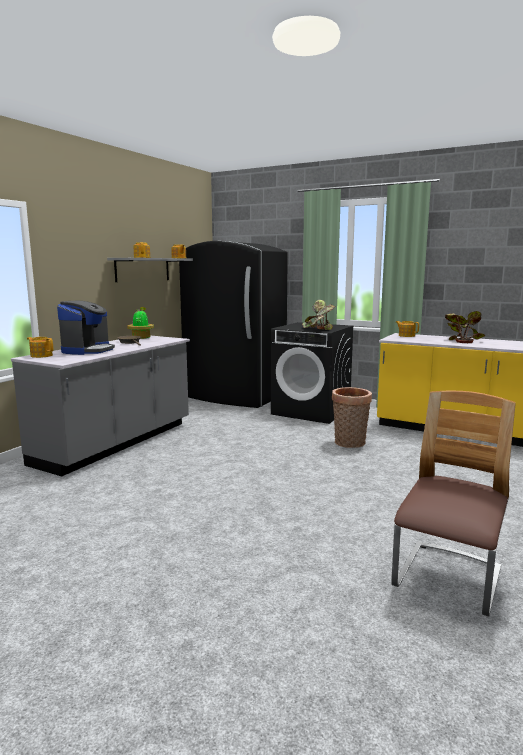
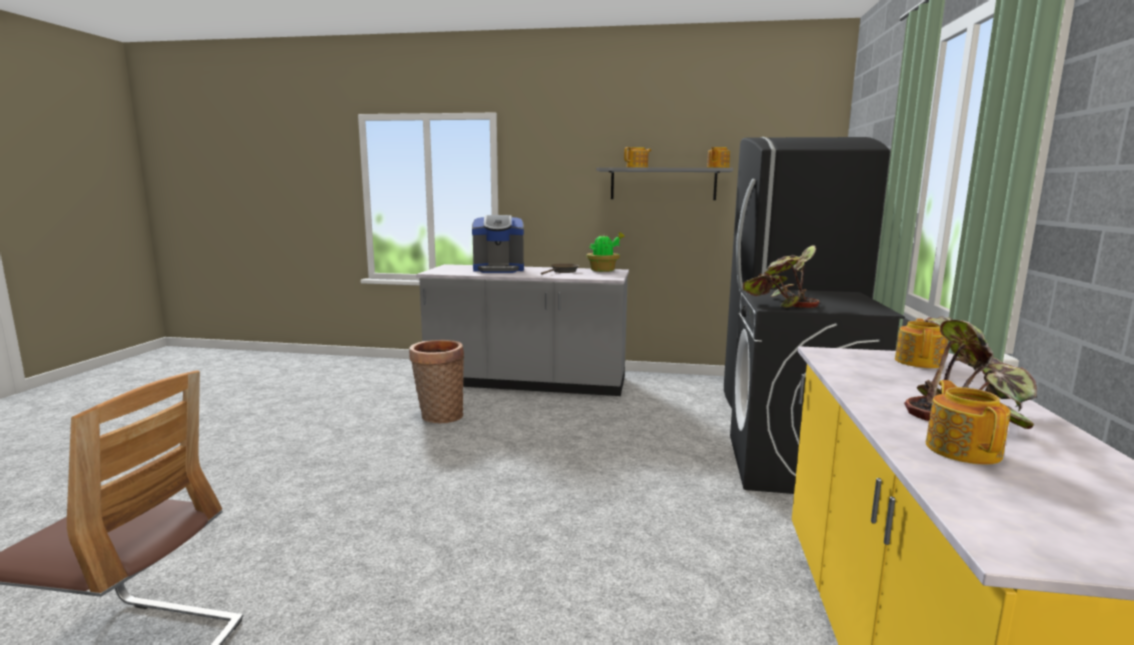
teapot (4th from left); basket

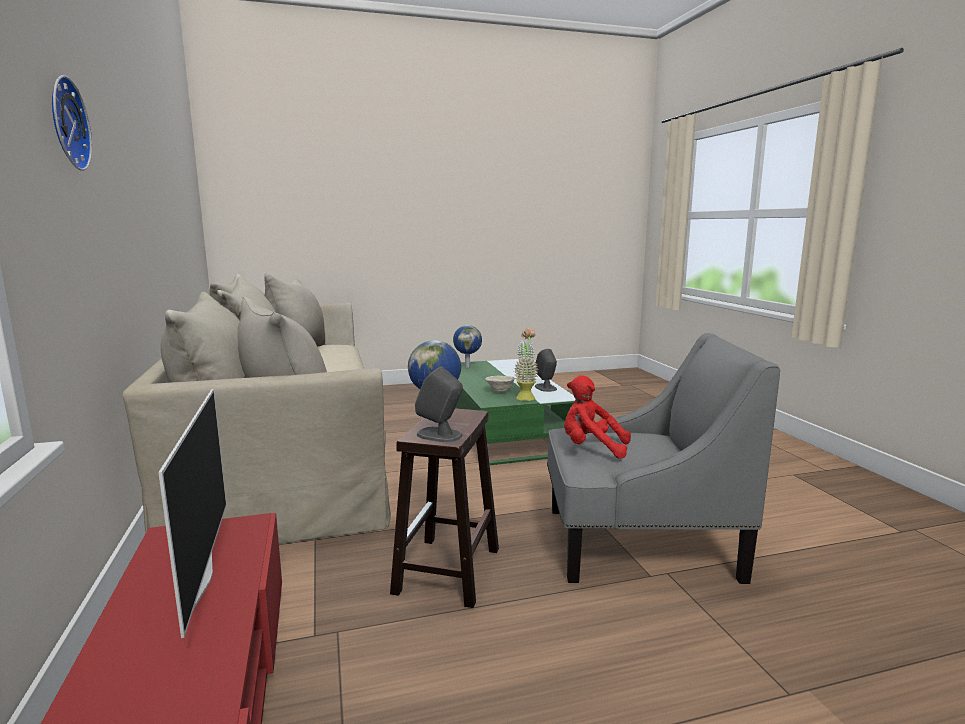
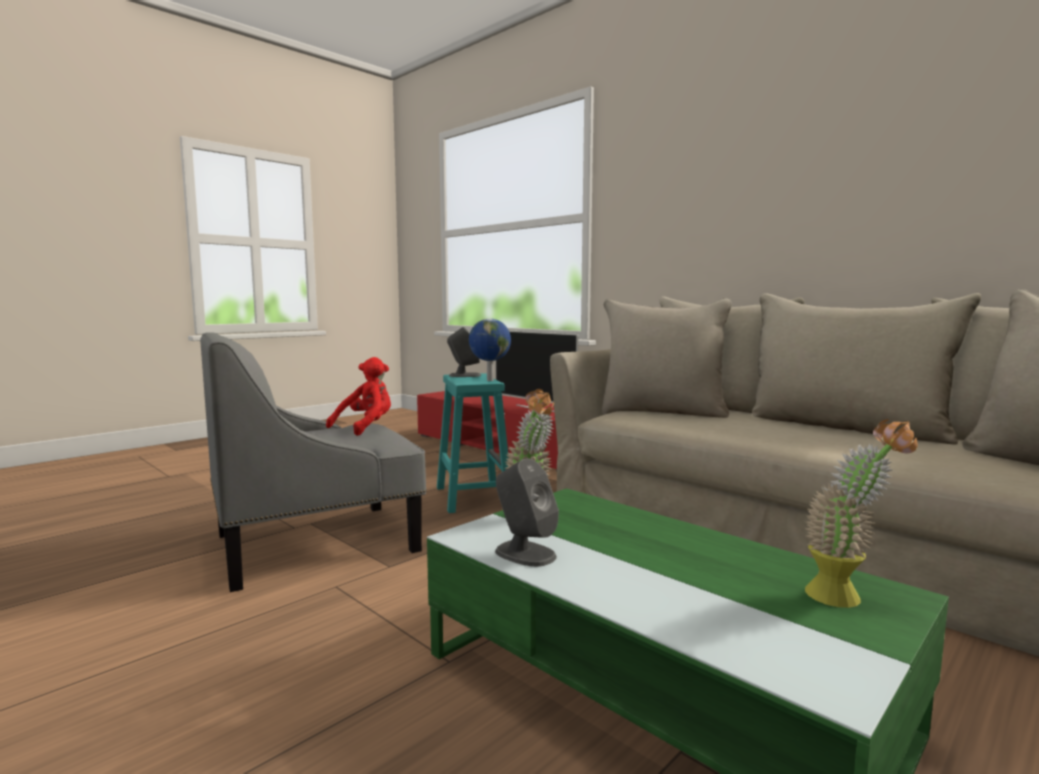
clock on the wall; sand-coloured deep dish; houseplant (2nd from left); blue-green stool seat; red cuddly toy

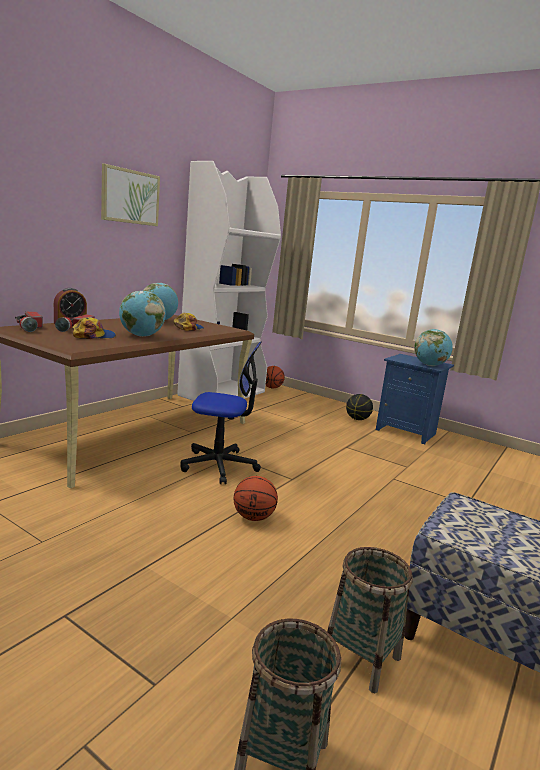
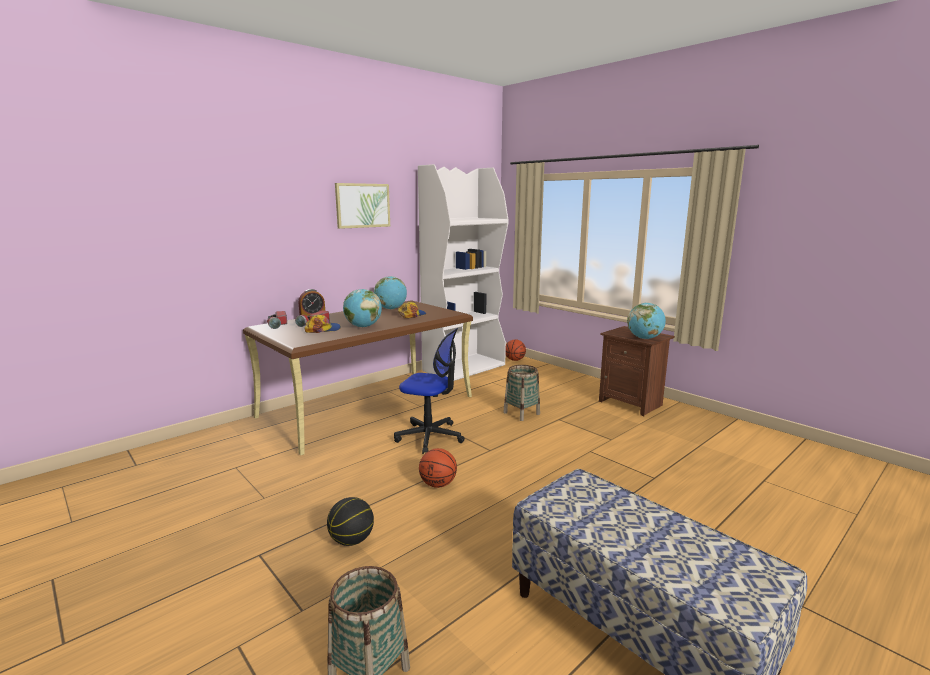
basket (2nd from left); basketball (1st from left); brown bedside table

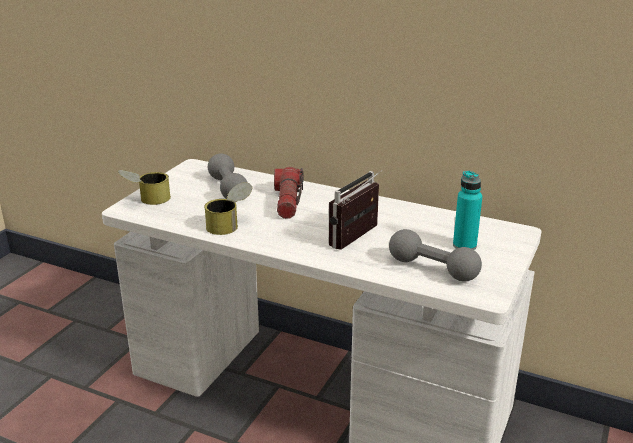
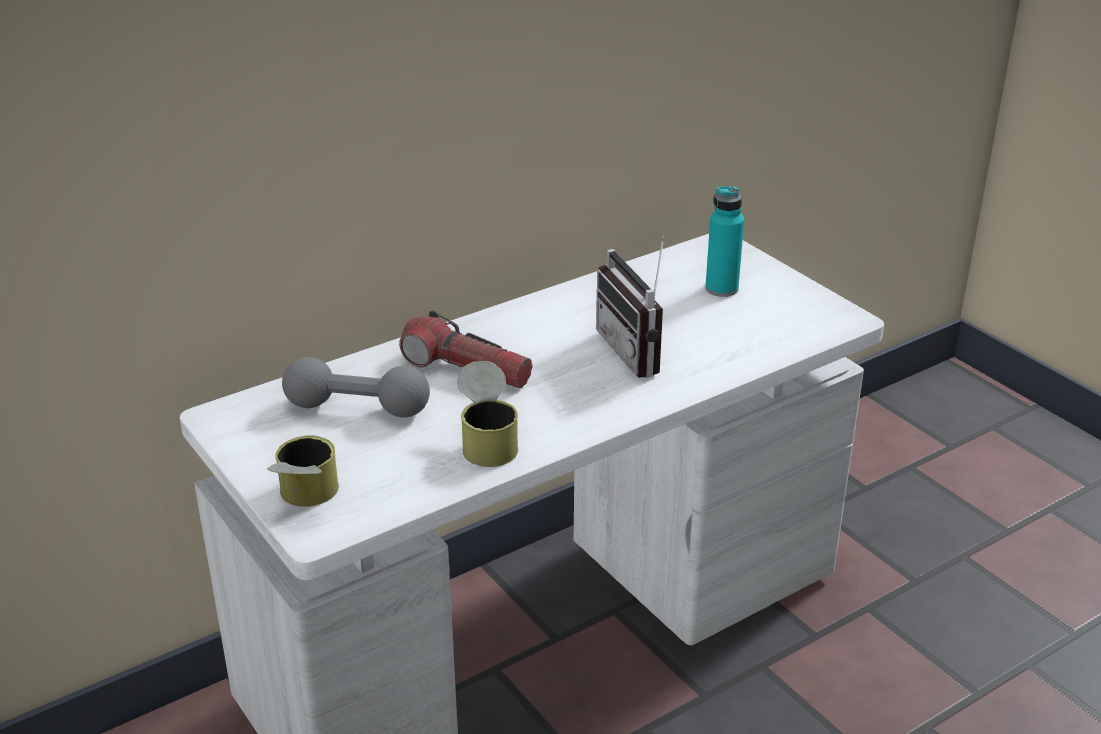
greyish hand weight (2nd from left in the first image)

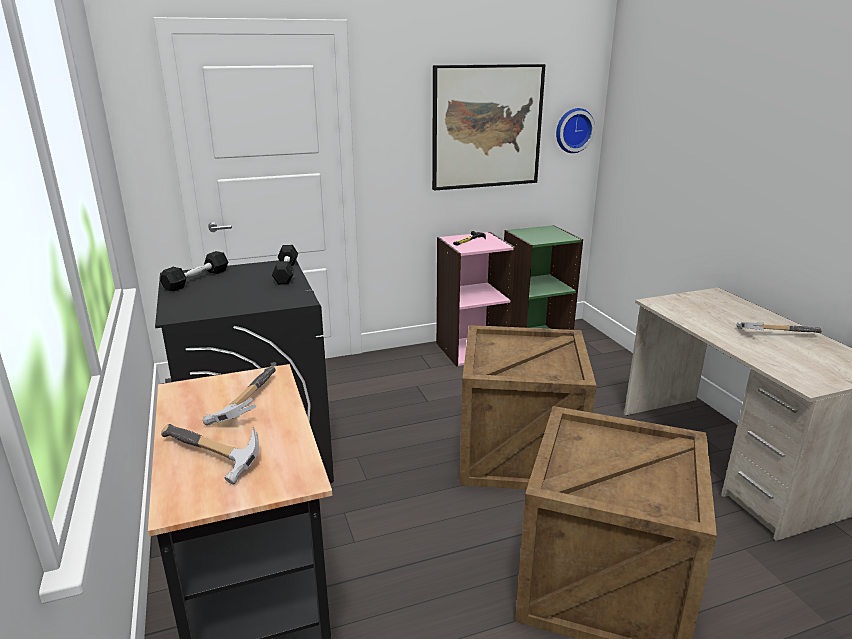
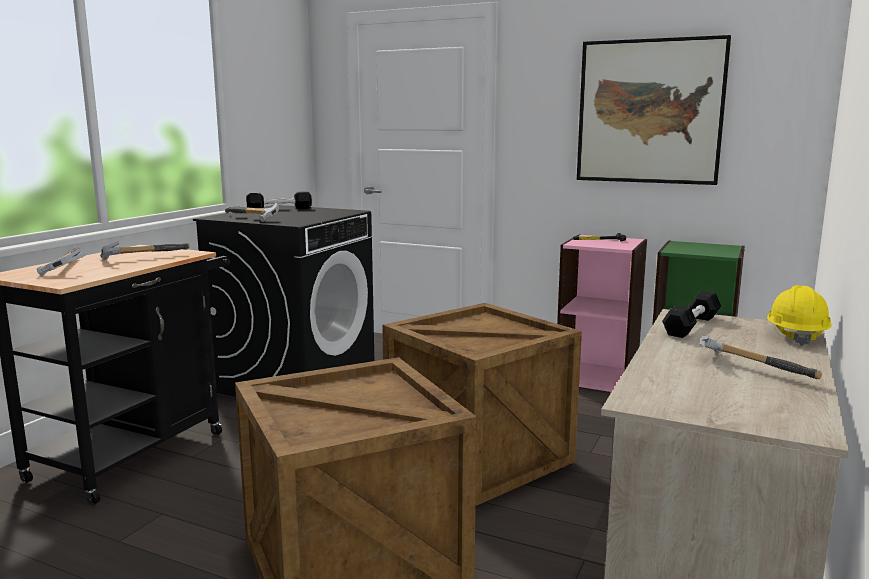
clock on the wall; tool hammer (3rd from left); yellowish hard hat; black-coloured hand weight (2nd from left)

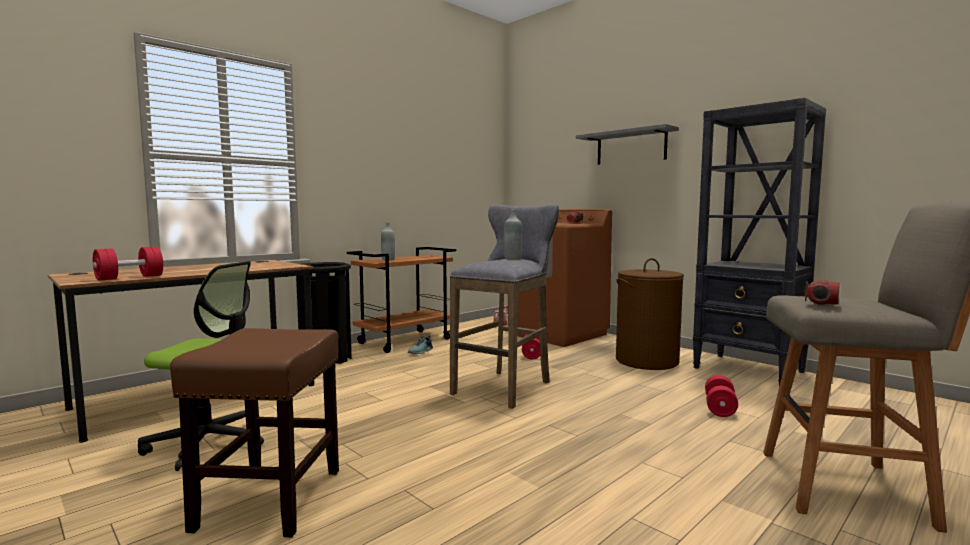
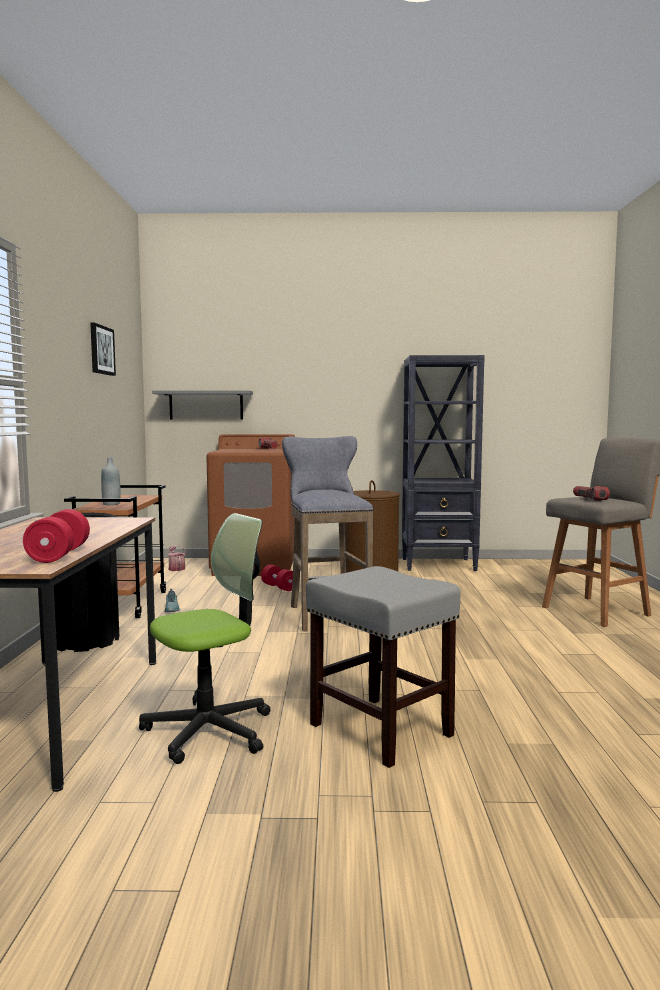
greyish bottle (2nd from left in the first image); red hand weight (3rd from left in the first image); picture; greyish wall shelf; greyish stool seat (2nd from left)

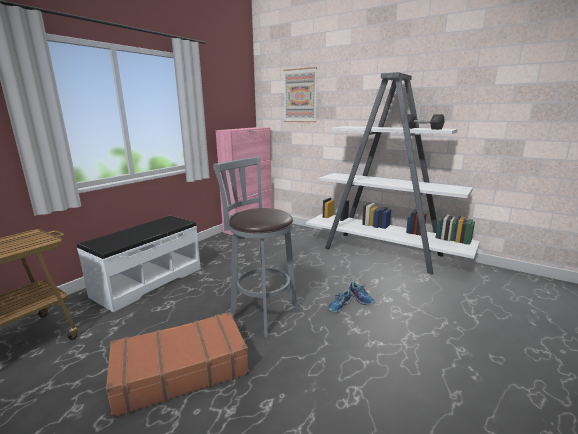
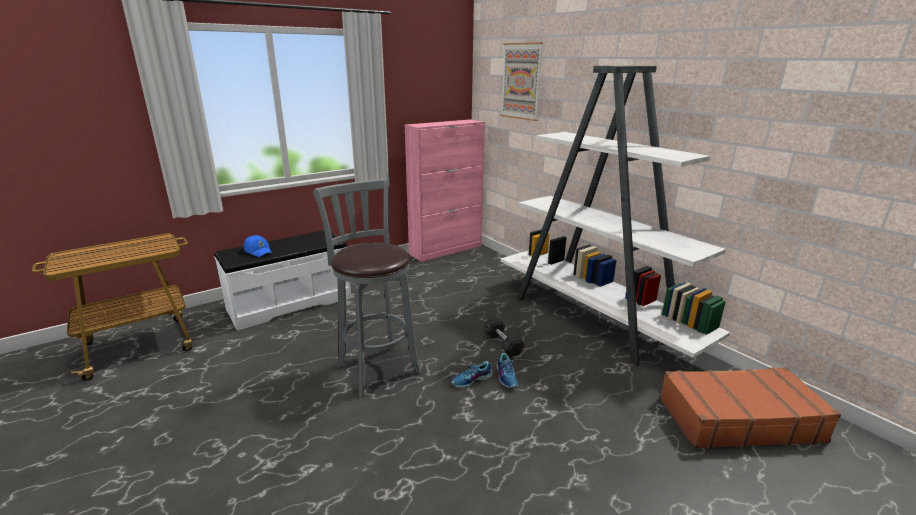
bluish cap; brown suitcase; greyish hand weight

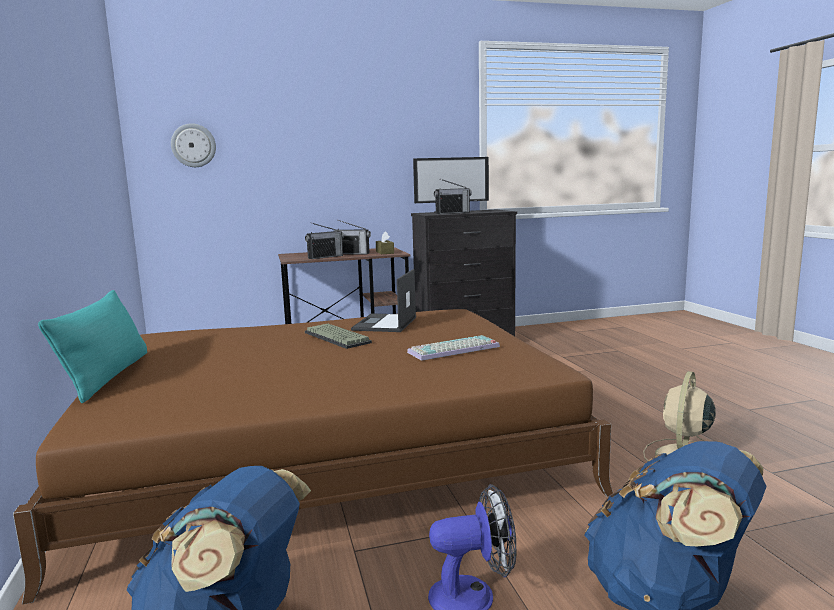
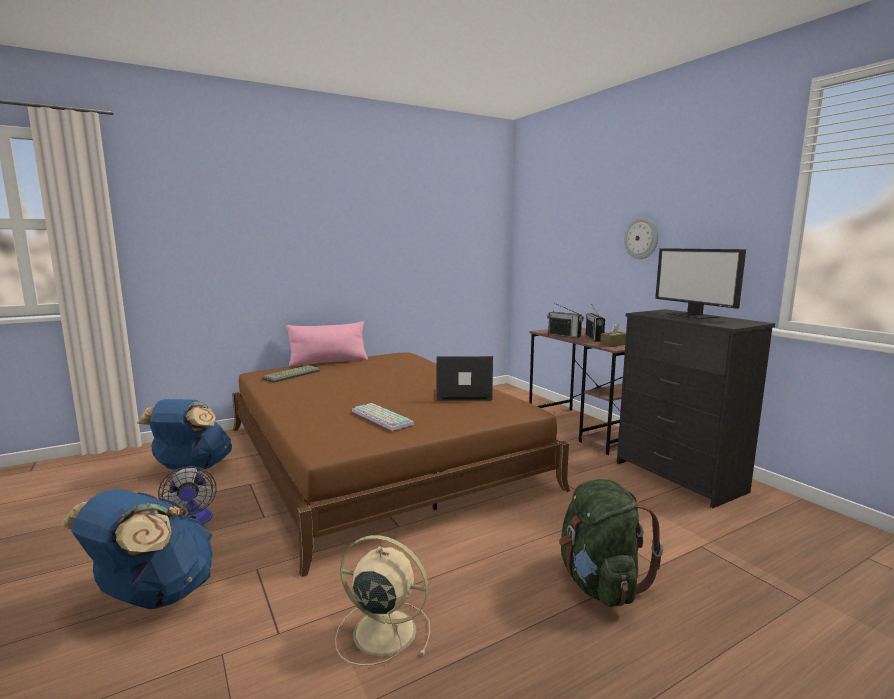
radio set (3rd from left in the first image); greenish backpack; clock on the wall; keyboard (1st from left); pinkish throw pillow

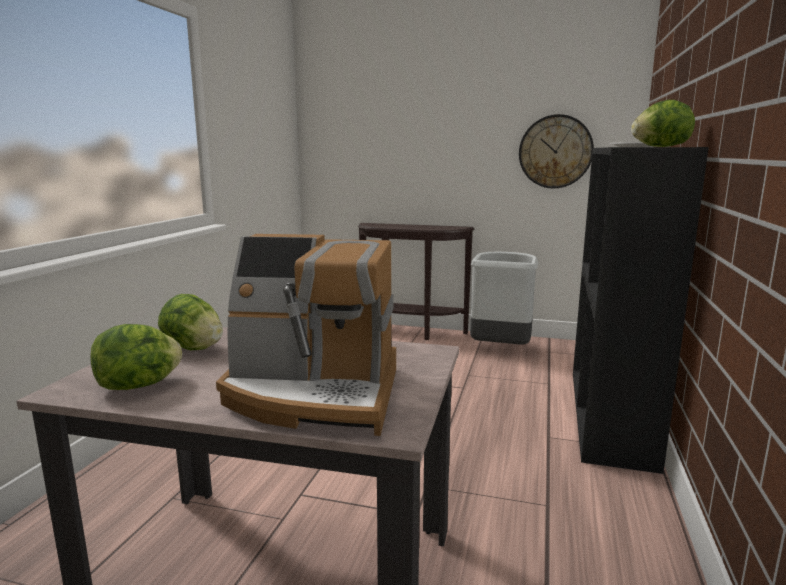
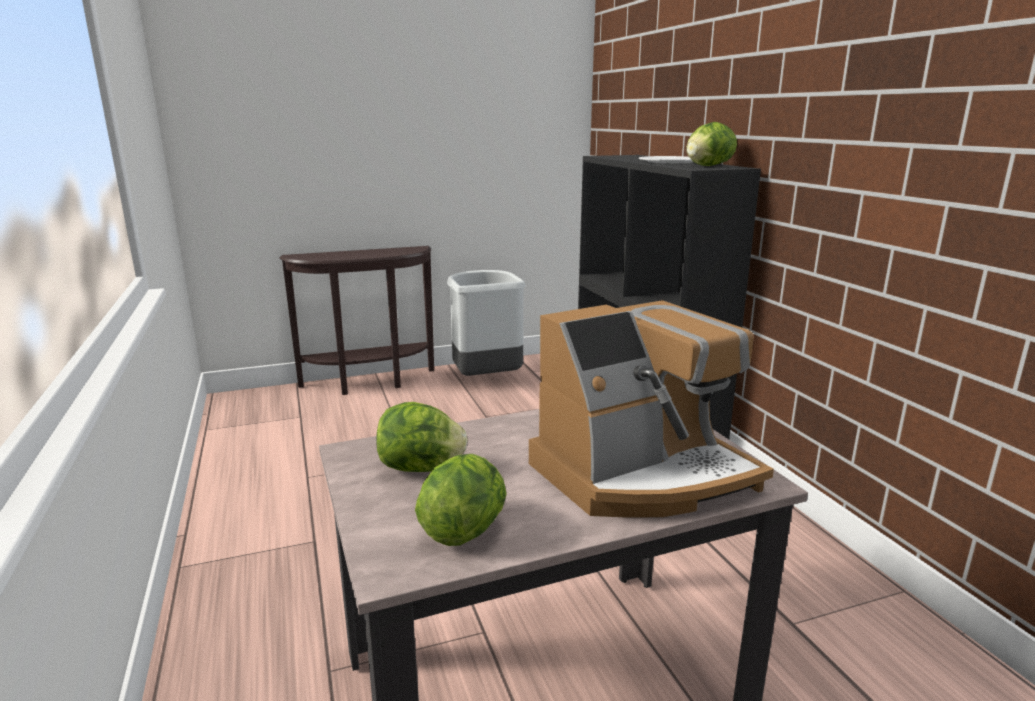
clock on the wall

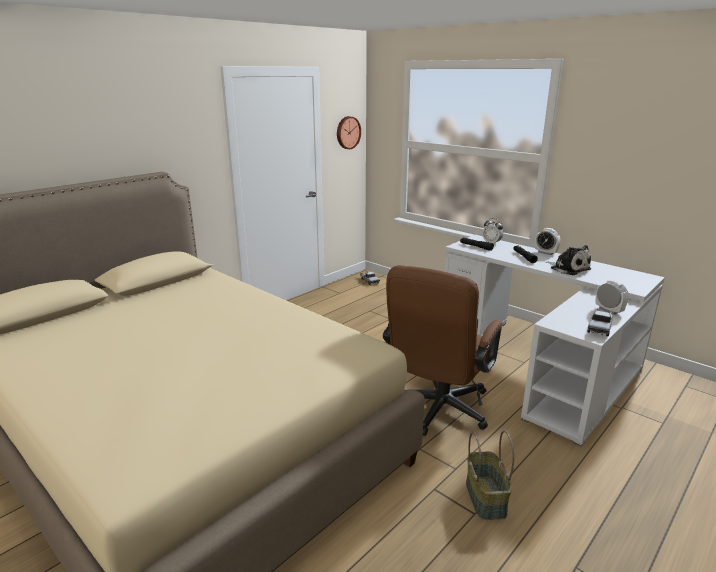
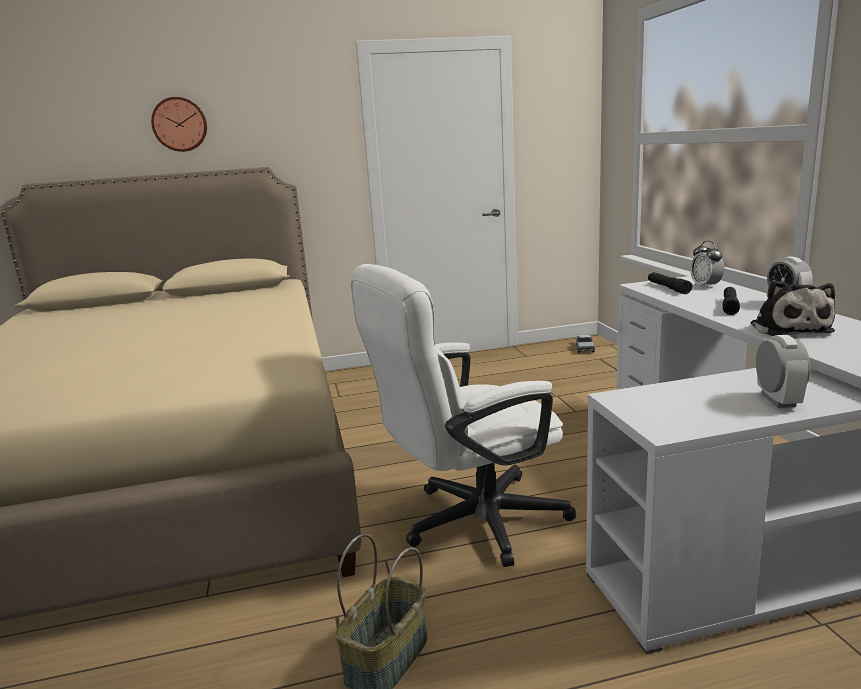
model truck (2nd from left in the first image); clock on the wall; white-coloured desk chair

